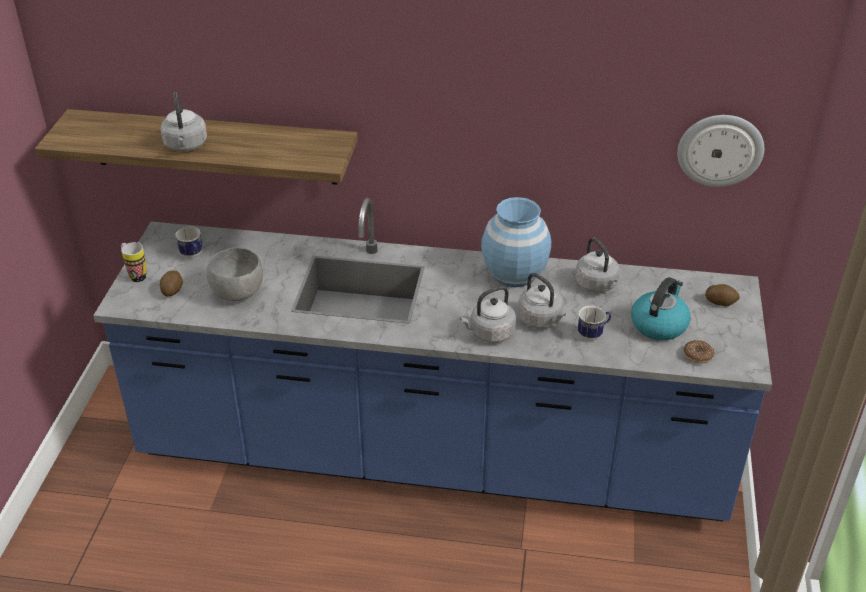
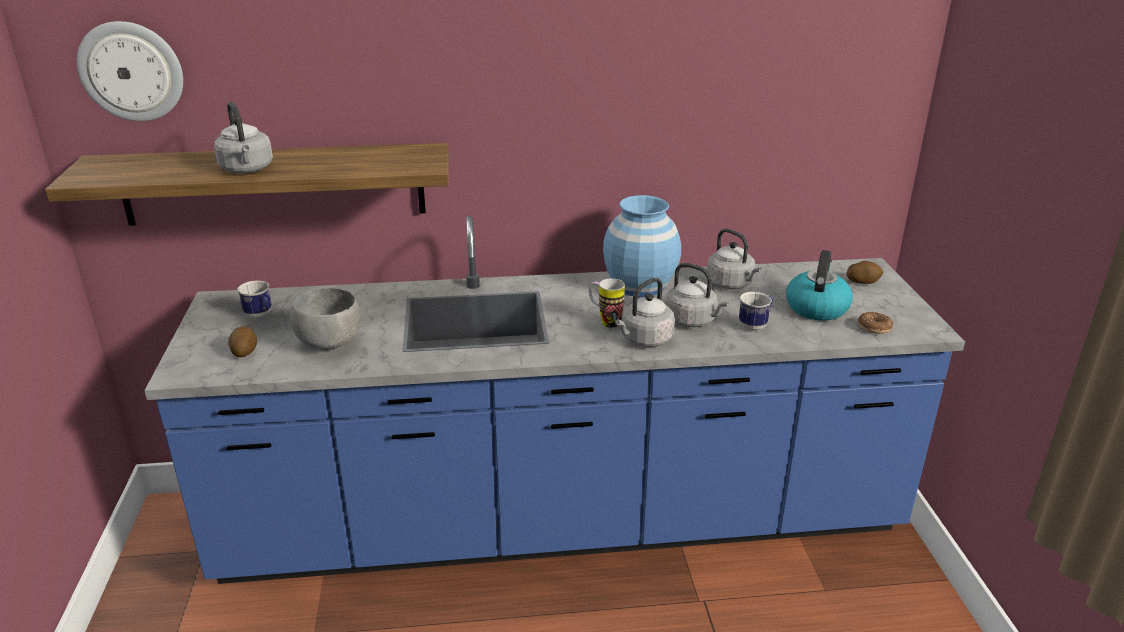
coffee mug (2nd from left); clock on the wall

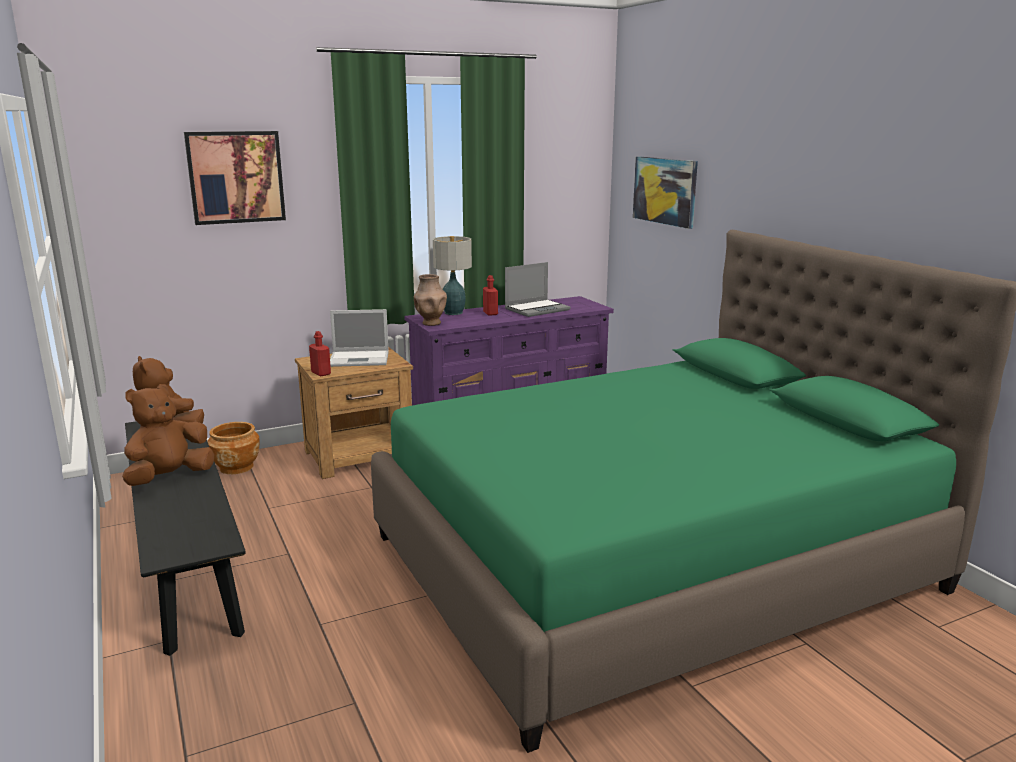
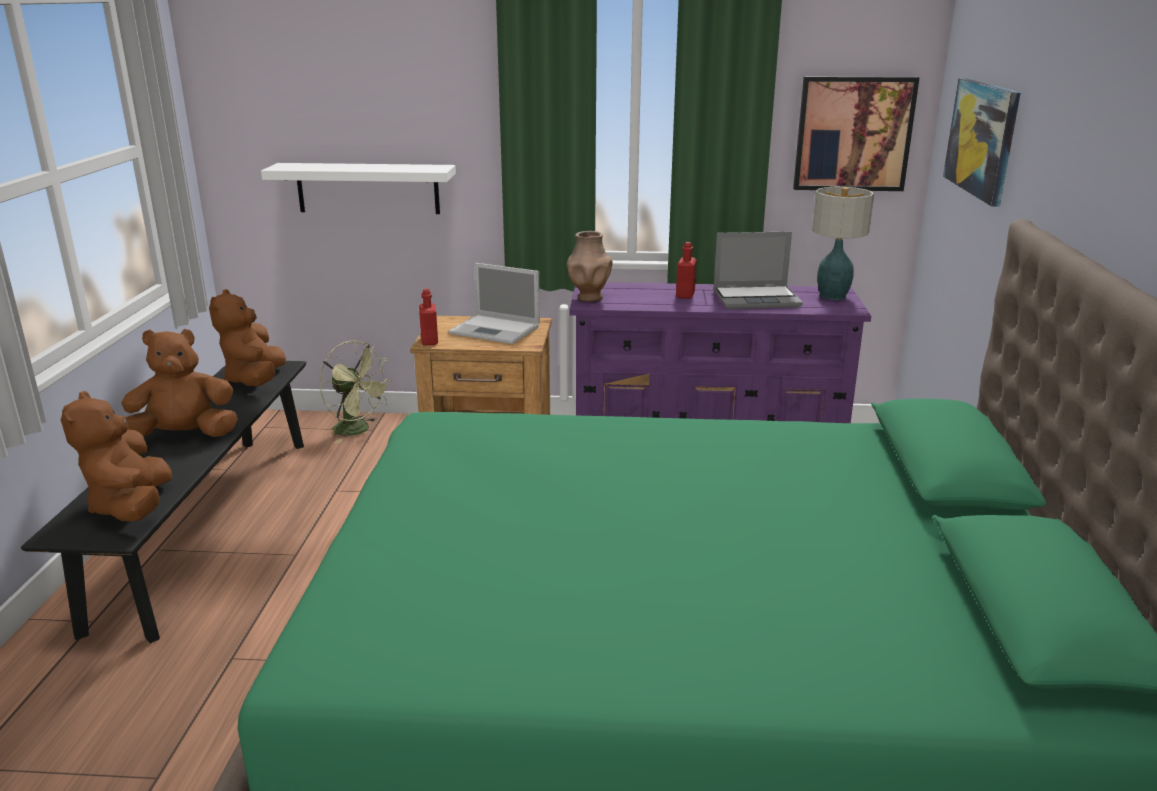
brown cuddly toy (1st from left); white-coloured wall shelf; picture (1st from left); table lamp; greenish fan

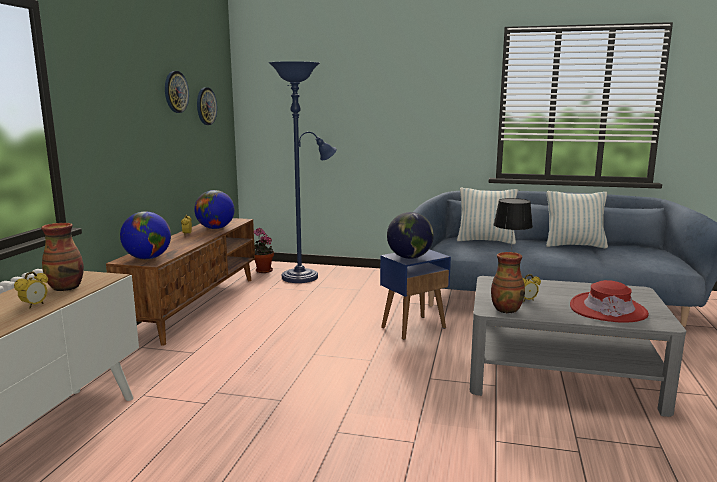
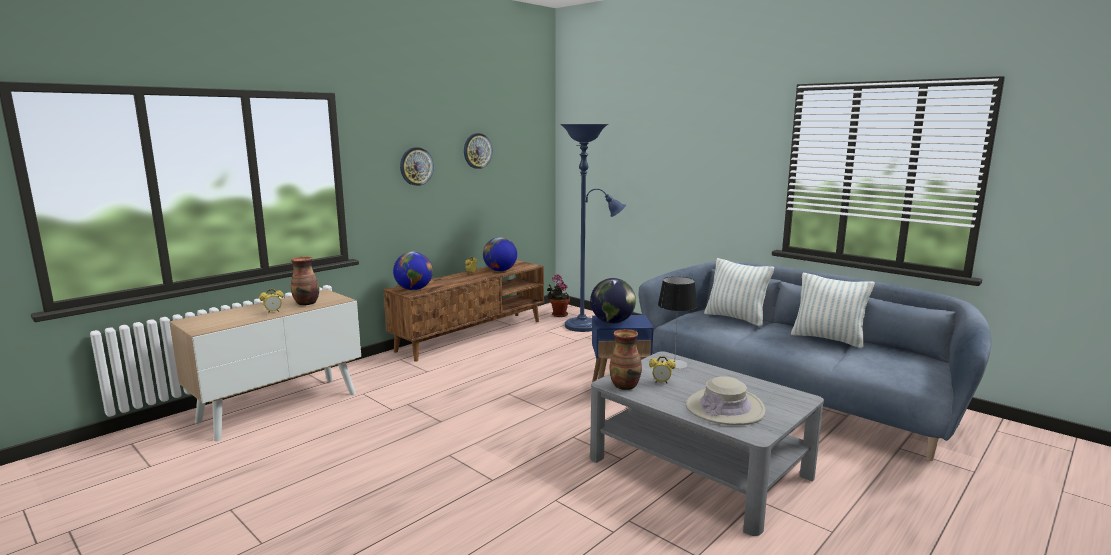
clock on the wall (1st from left); sand-coloured hat

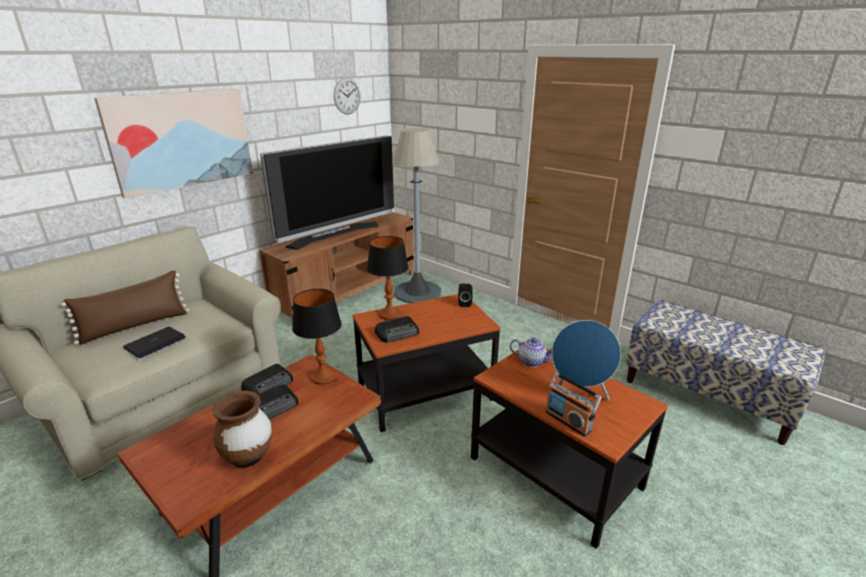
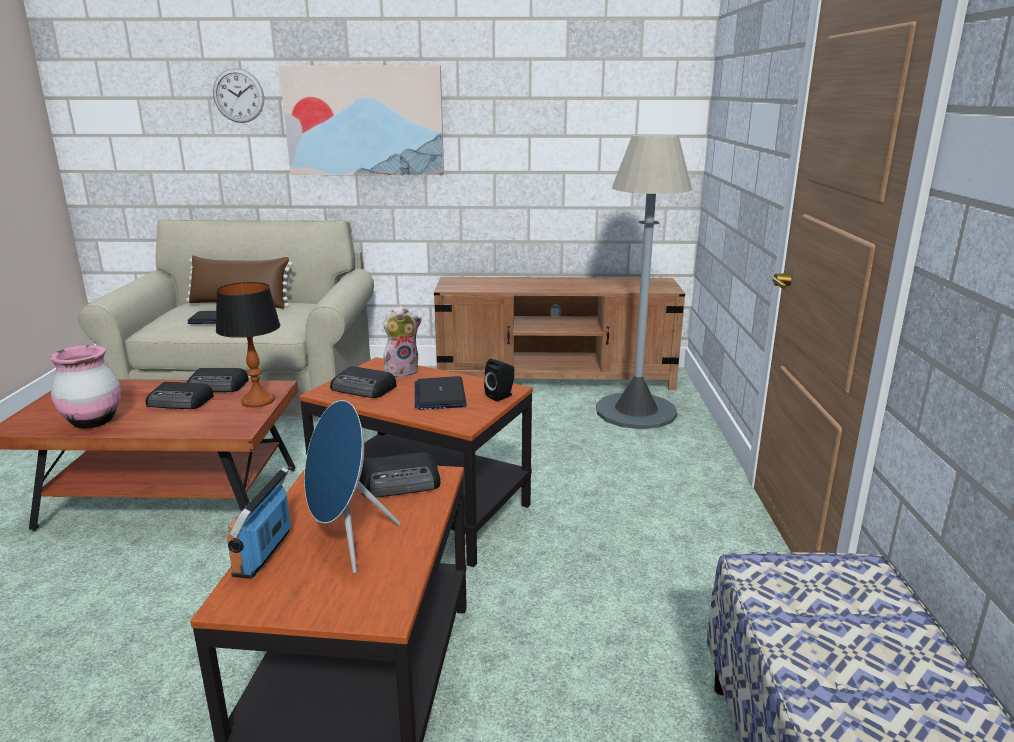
TV; notebook computer (2nd from left); clock on the wall; cuddly toy; radio set (5th from left); pinkish vase

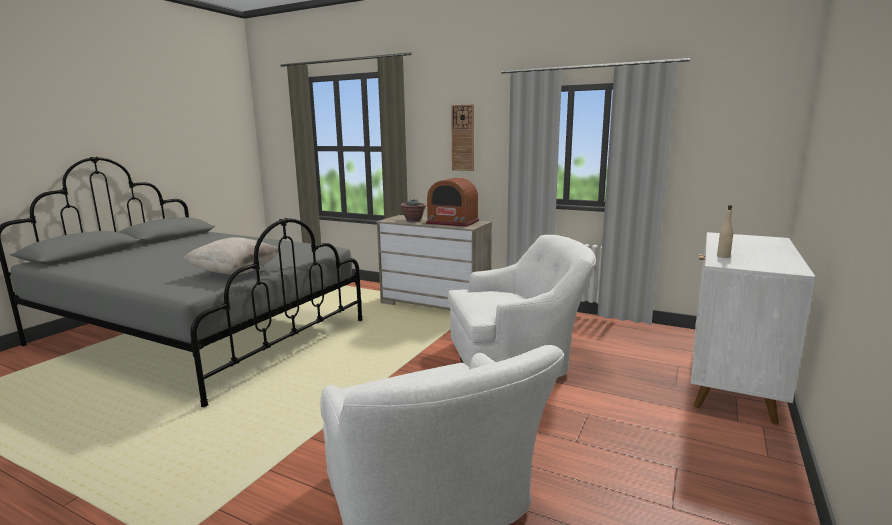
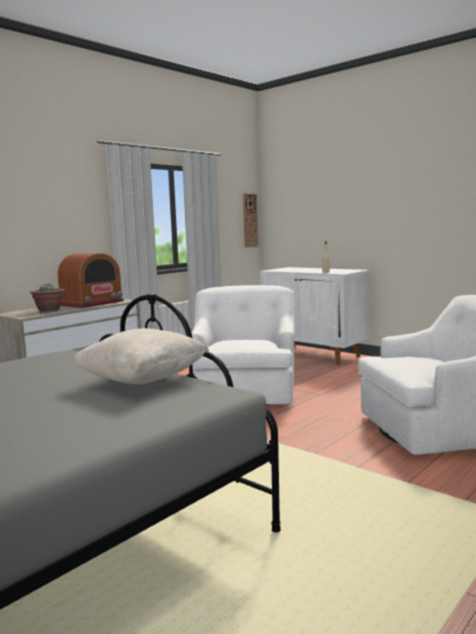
clock on the wall

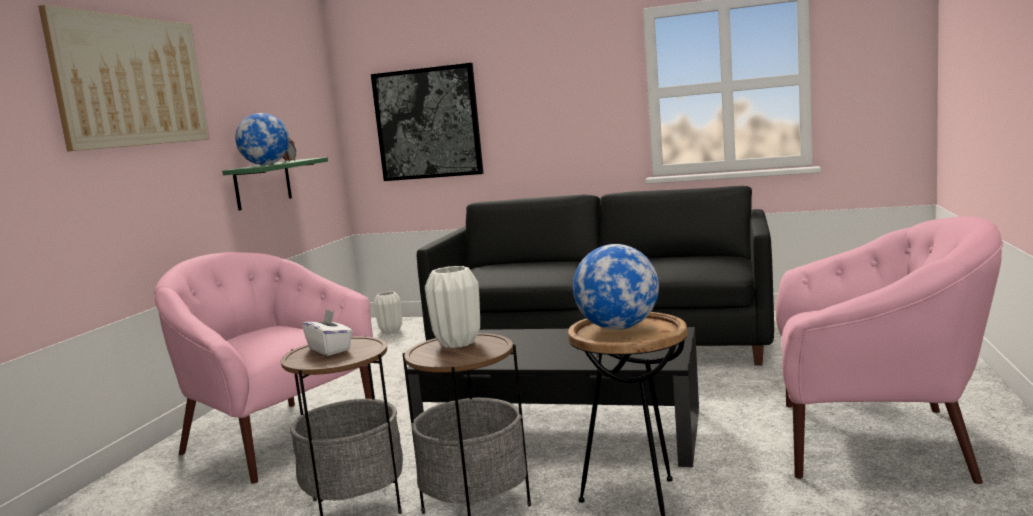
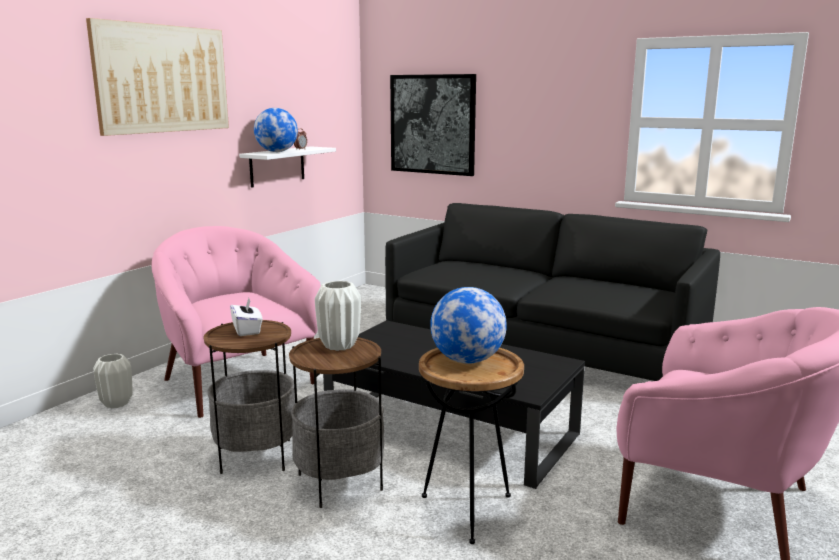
white-coloured vase (1st from left); white-coloured wall shelf

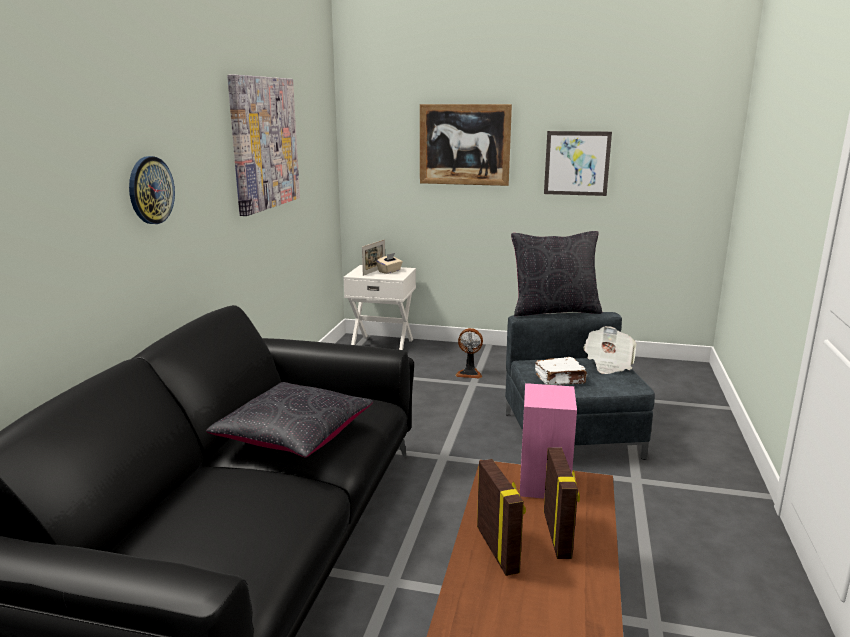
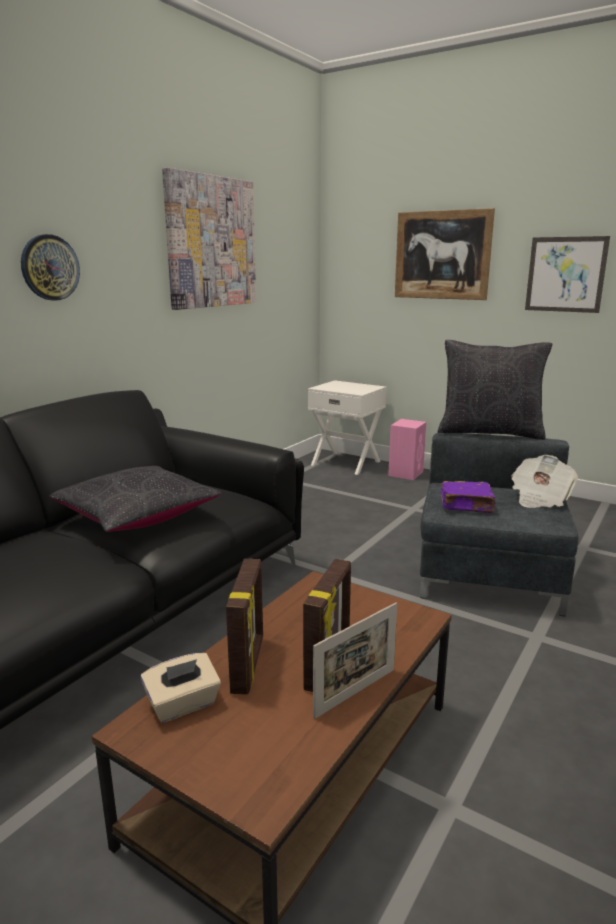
fan; picture frame (3rd from left); sand-coloured tissue holder; pinkish loudspeaker; purplish bound book

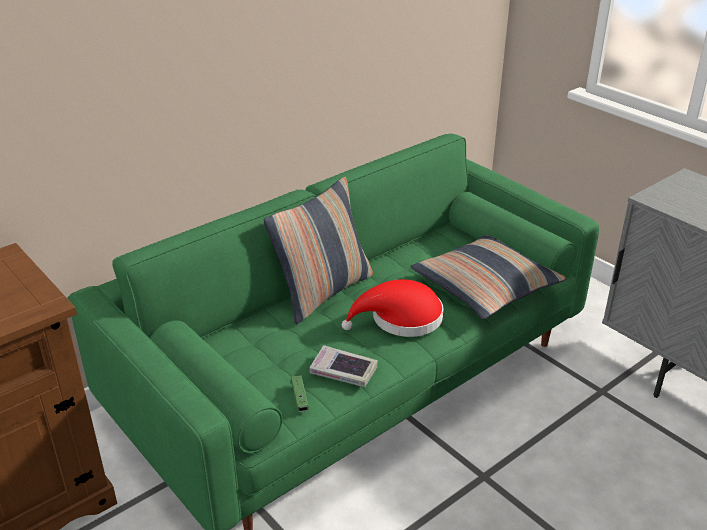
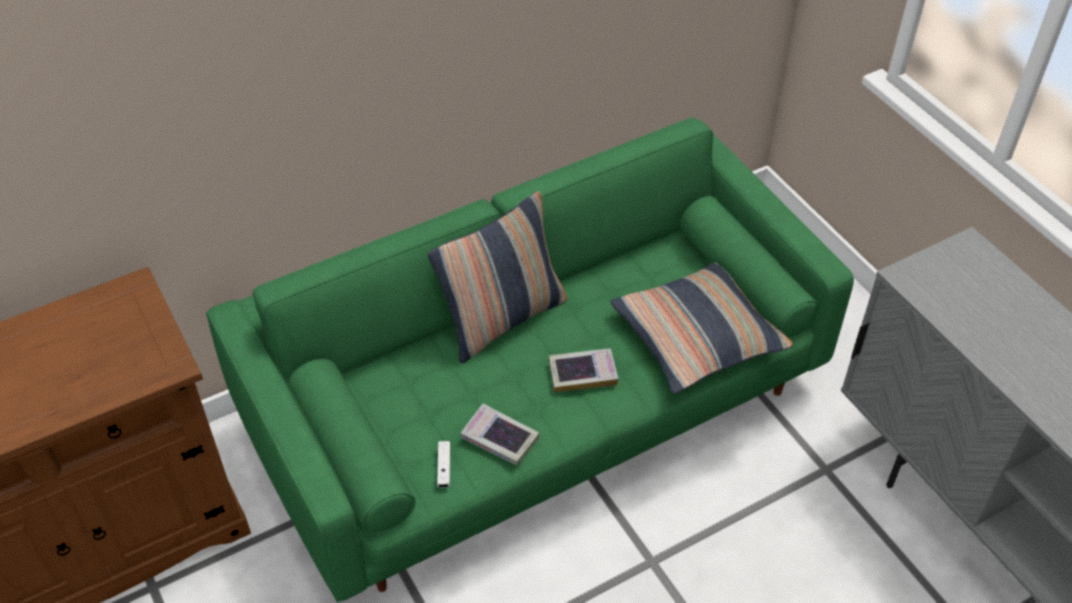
bound book (2nd from left); white-coloured gamepad

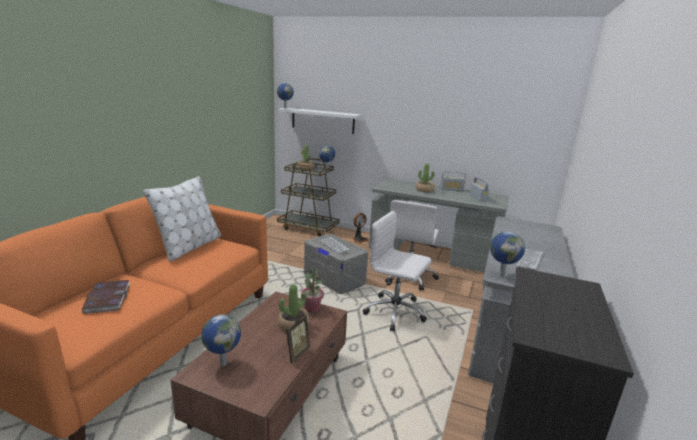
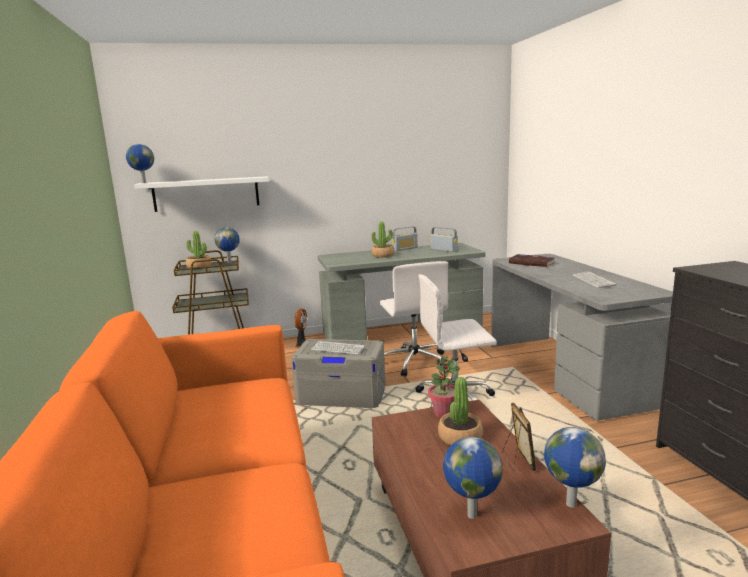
white-coloured throw pillow; bound book; desk globe (4th from left)

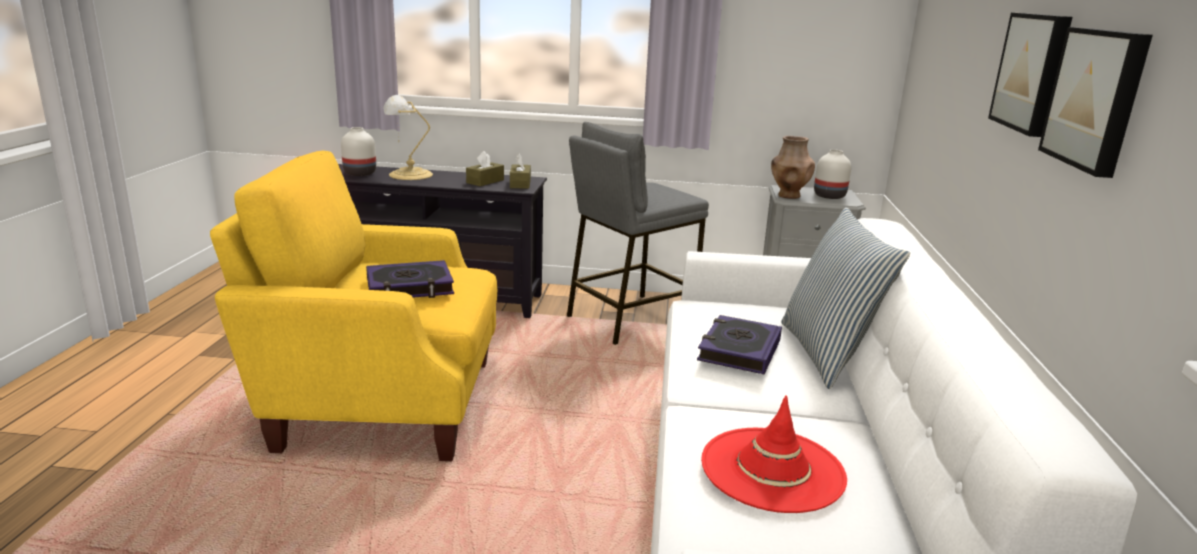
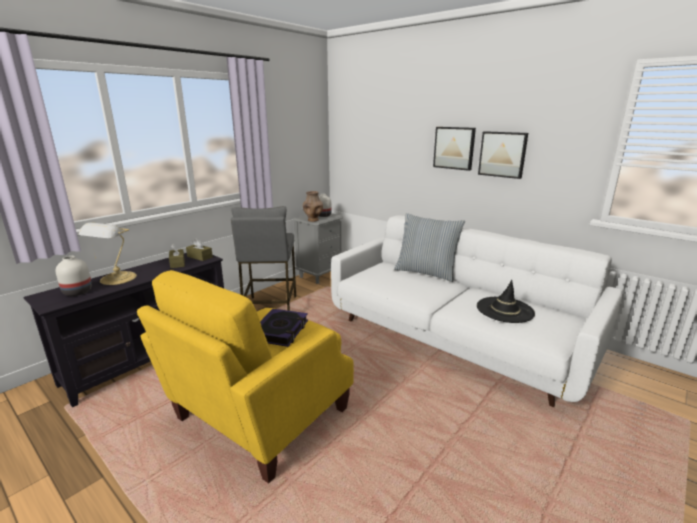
bound book (2nd from left in the first image); black-coloured hat

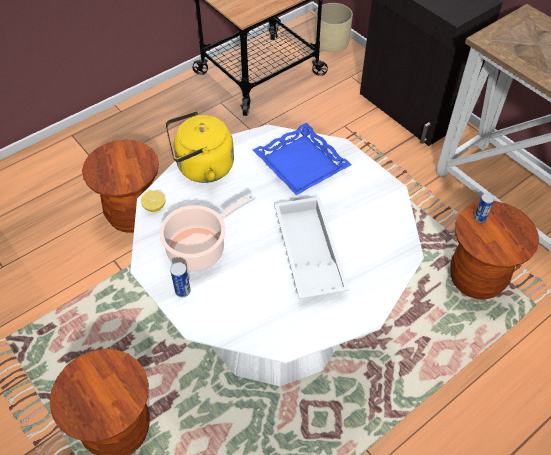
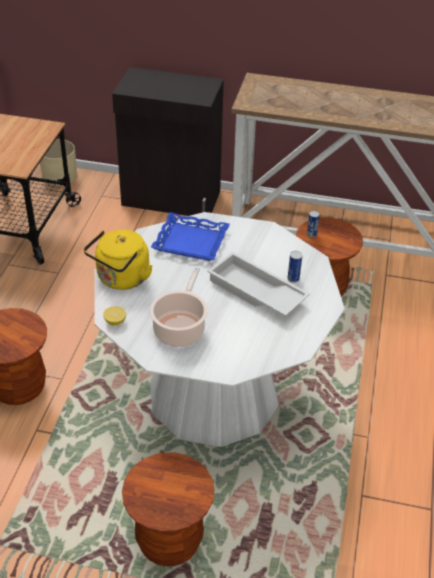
sealed can (1st from left)

